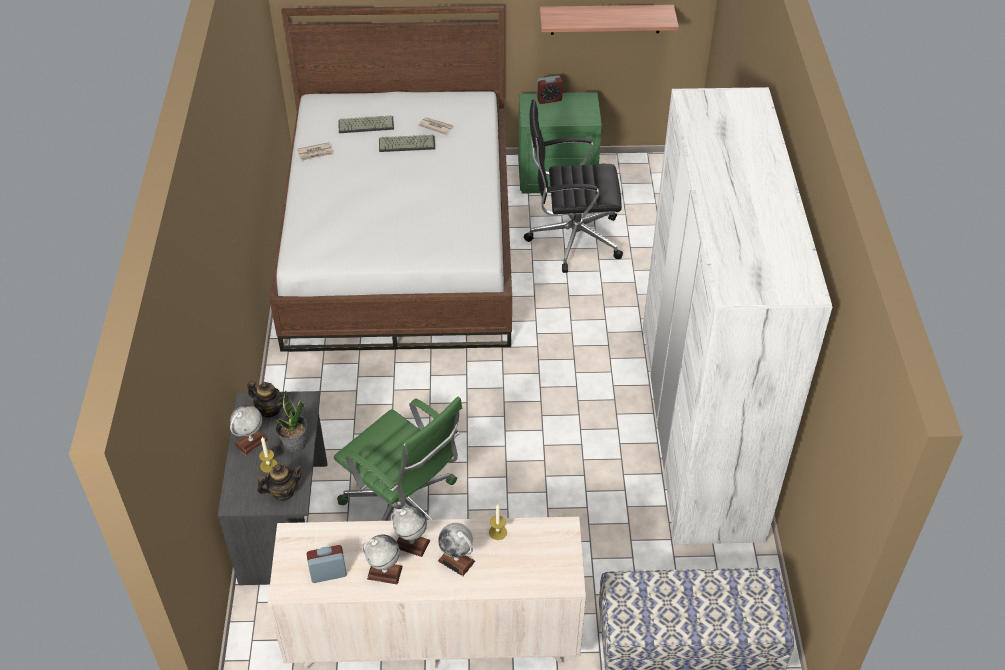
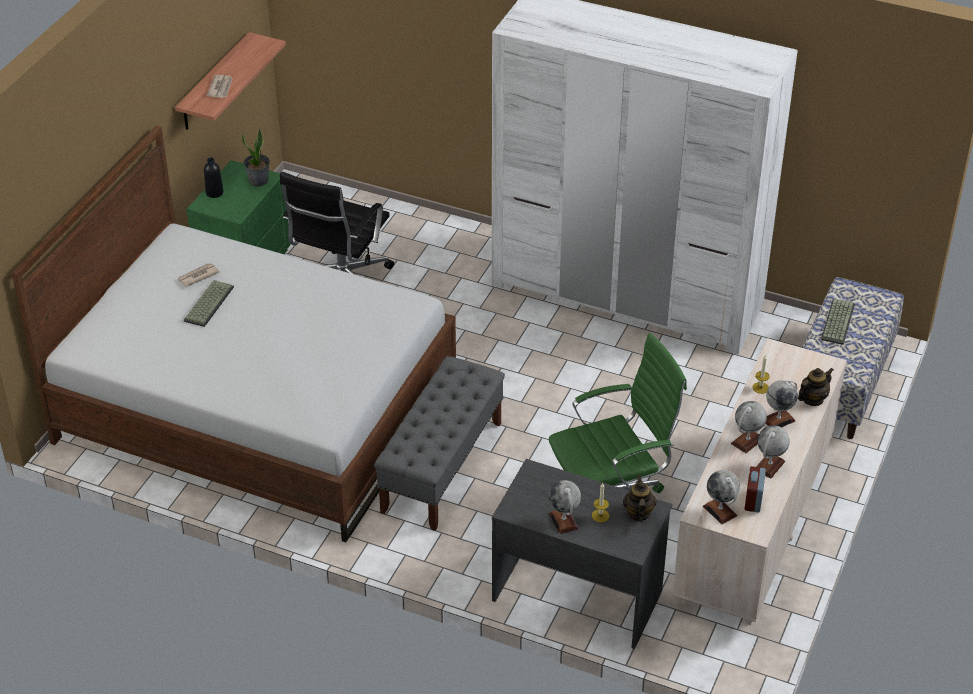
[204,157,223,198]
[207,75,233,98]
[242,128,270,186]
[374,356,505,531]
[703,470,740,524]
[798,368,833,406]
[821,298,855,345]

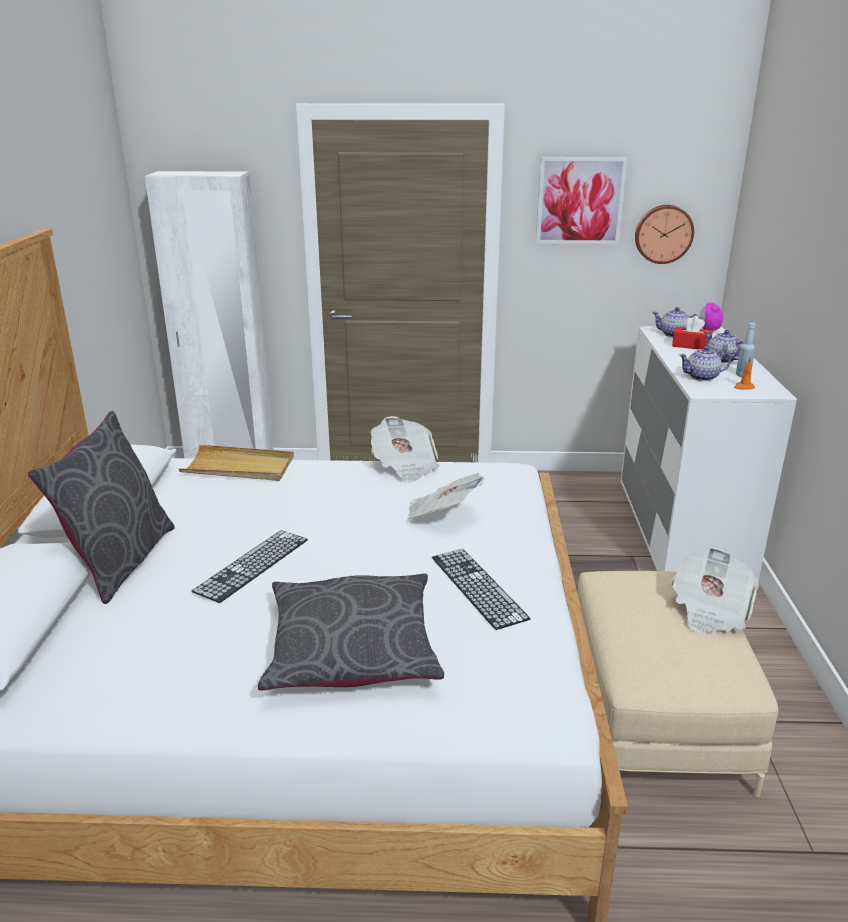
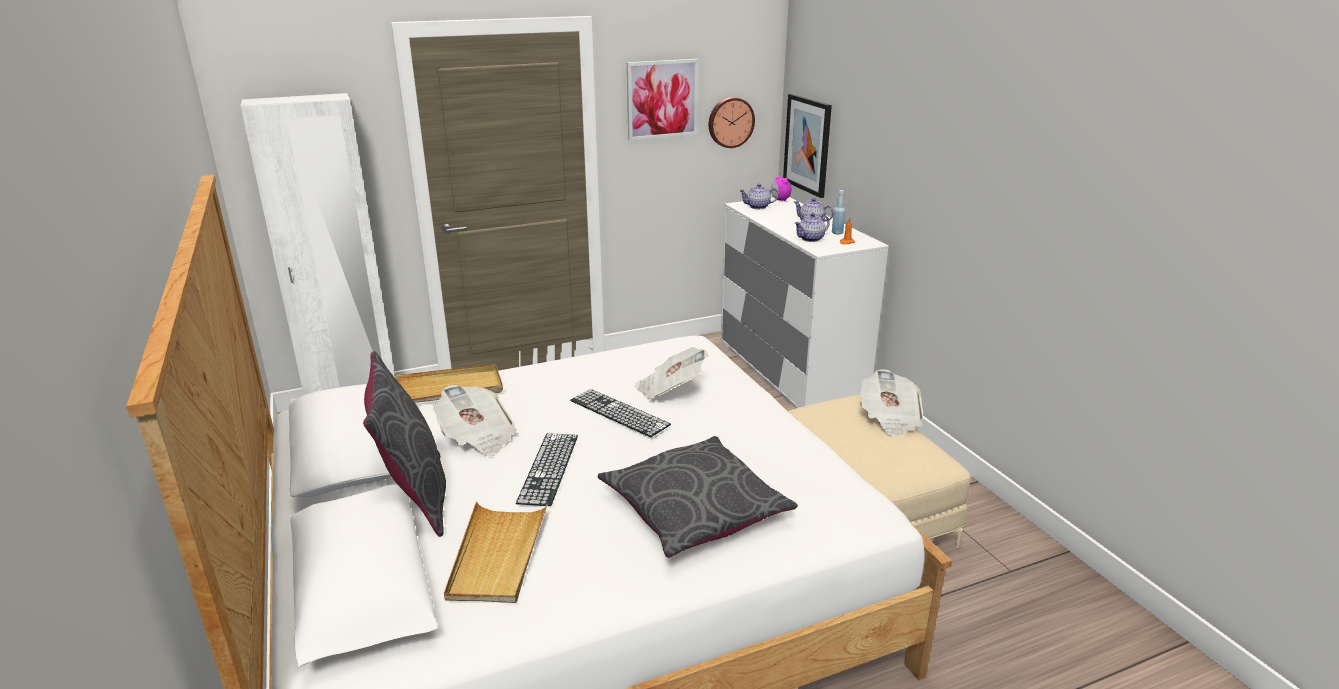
[433,385,517,456]
[444,502,548,603]
[570,389,671,437]
[783,94,832,198]
[672,316,712,349] (first image)

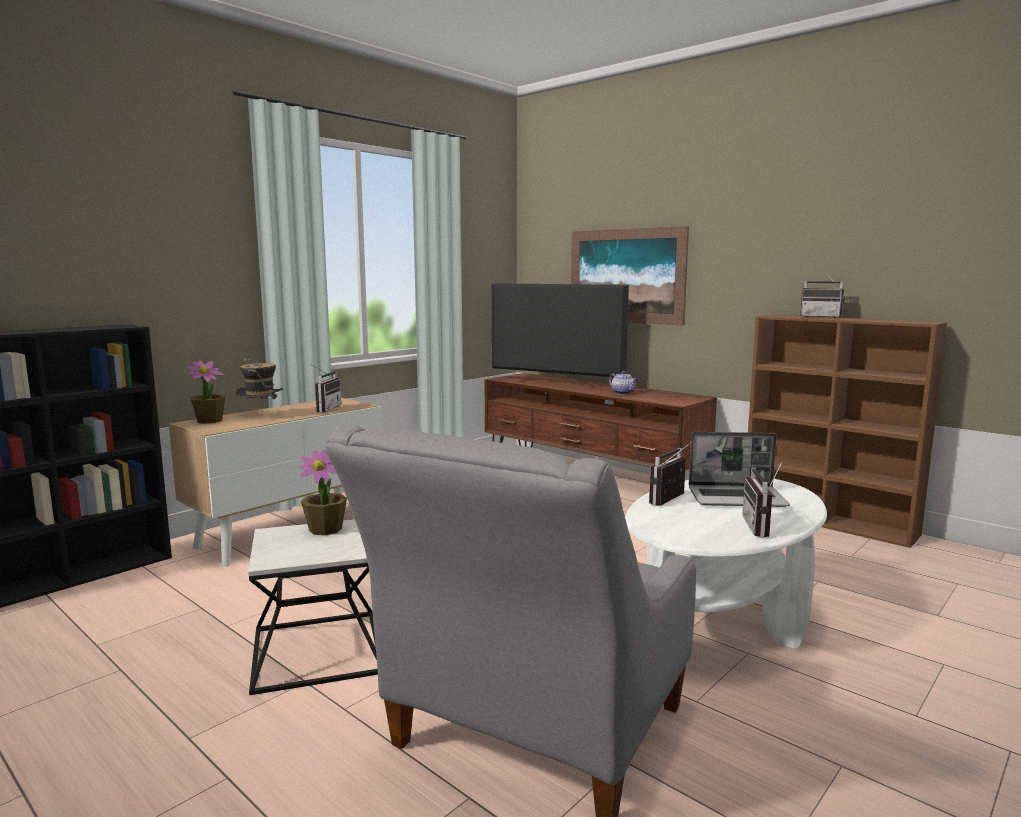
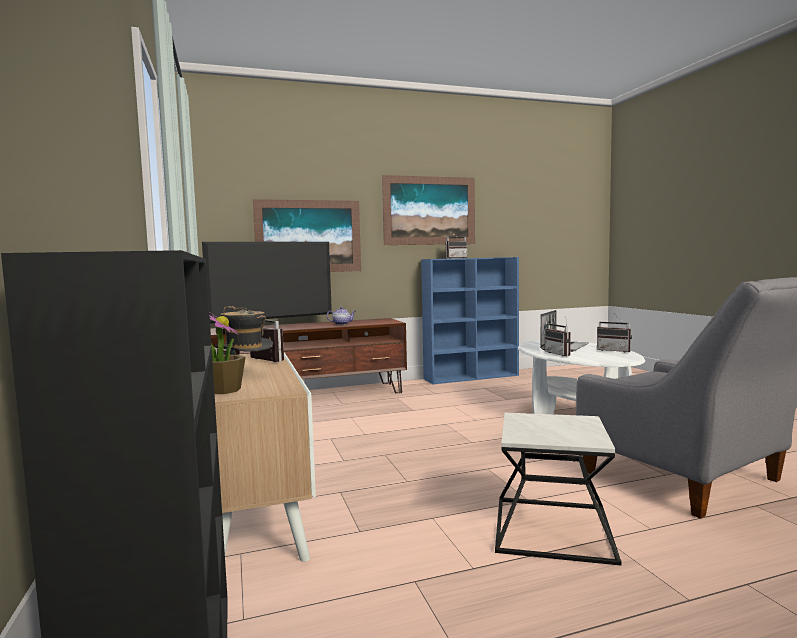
[382,175,475,245]
[421,257,519,384]
[300,450,347,535] (first image)

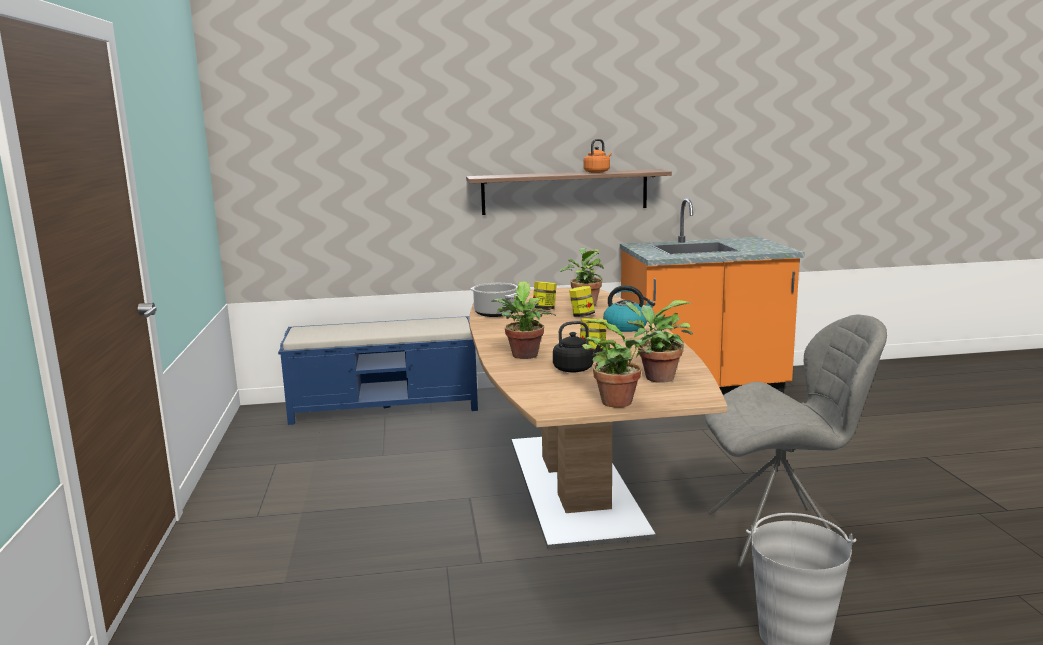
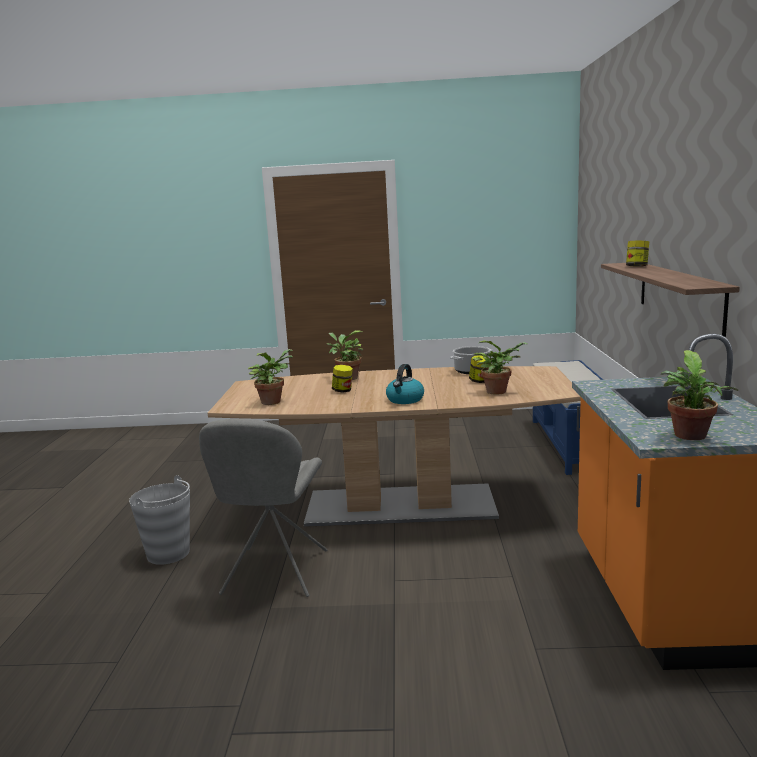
[626,241,649,267]
[661,350,738,440]
[553,321,601,373] (first image)
[583,139,612,173] (first image)

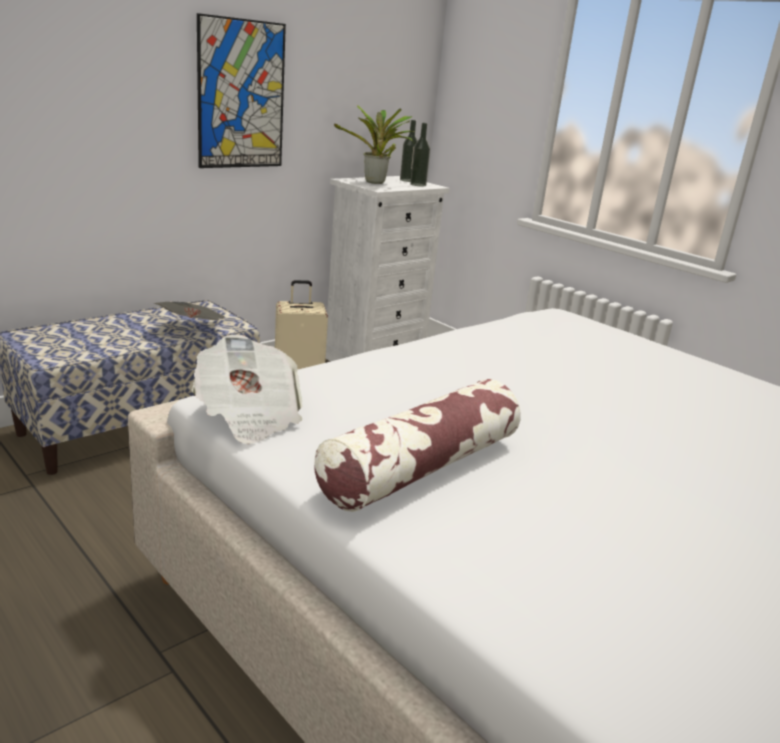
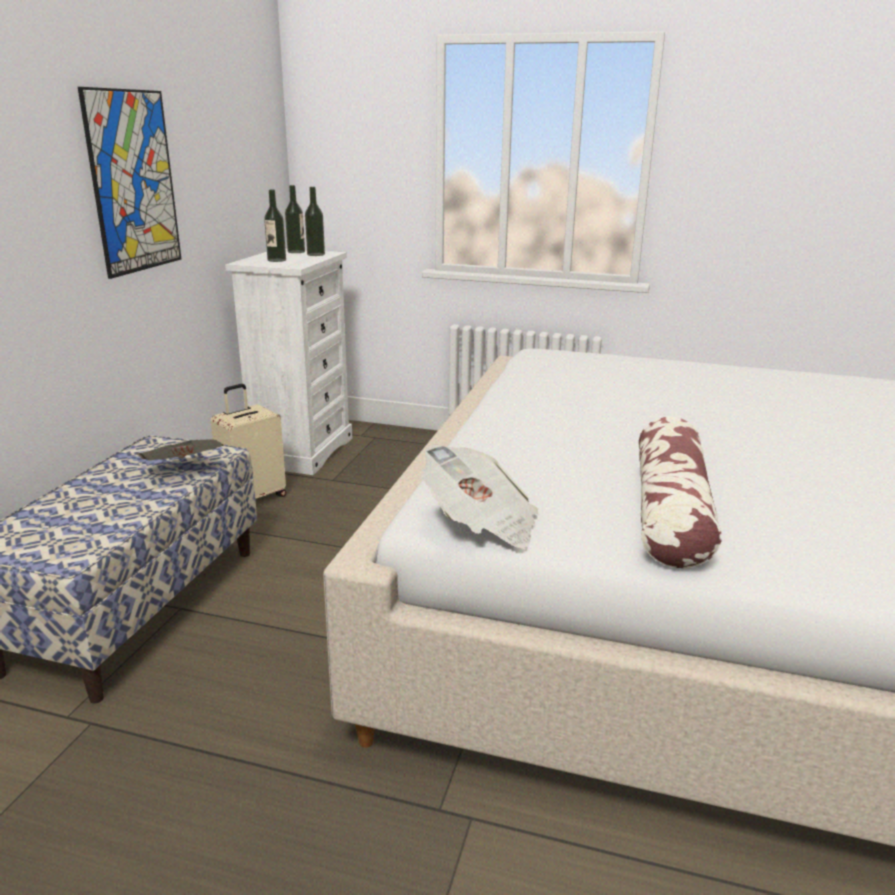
[264,189,286,262]

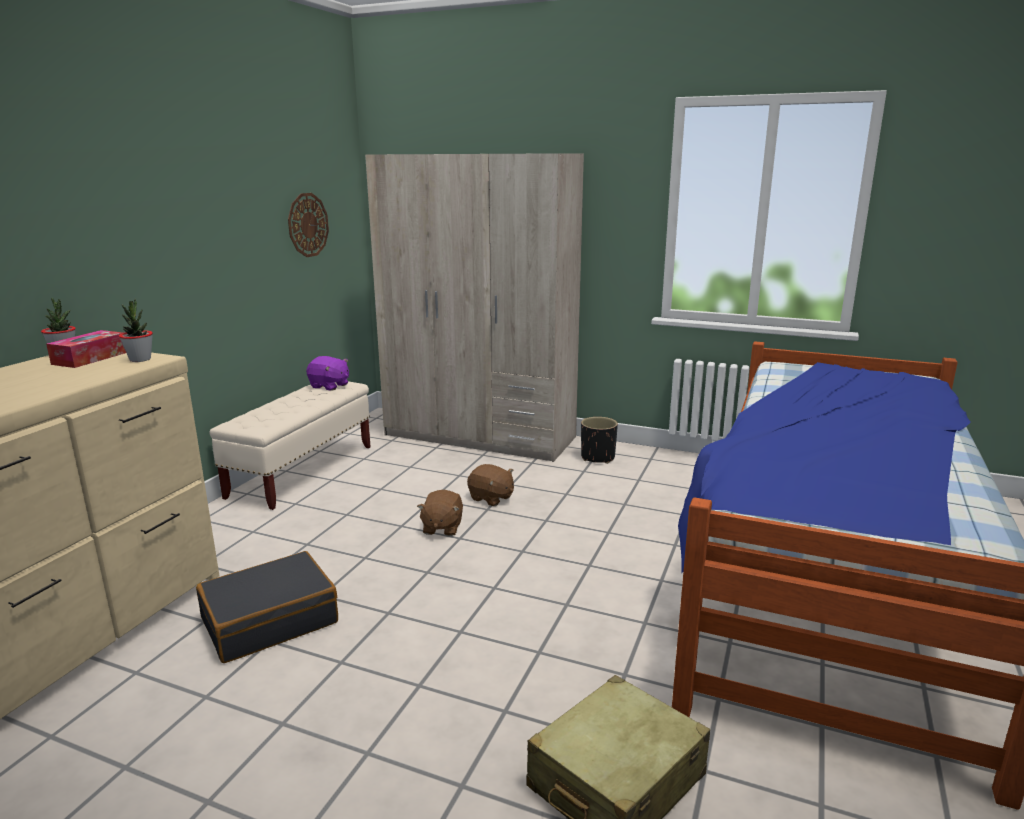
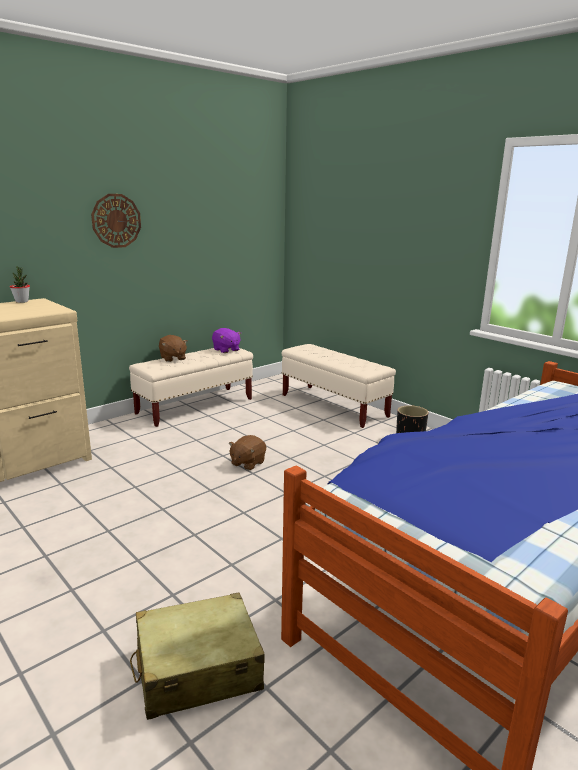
[91,194,141,248]
[159,335,188,362]
[282,344,396,428]
[46,330,126,368] (first image)
[119,299,153,362] (first image)
[196,551,338,663] (first image)

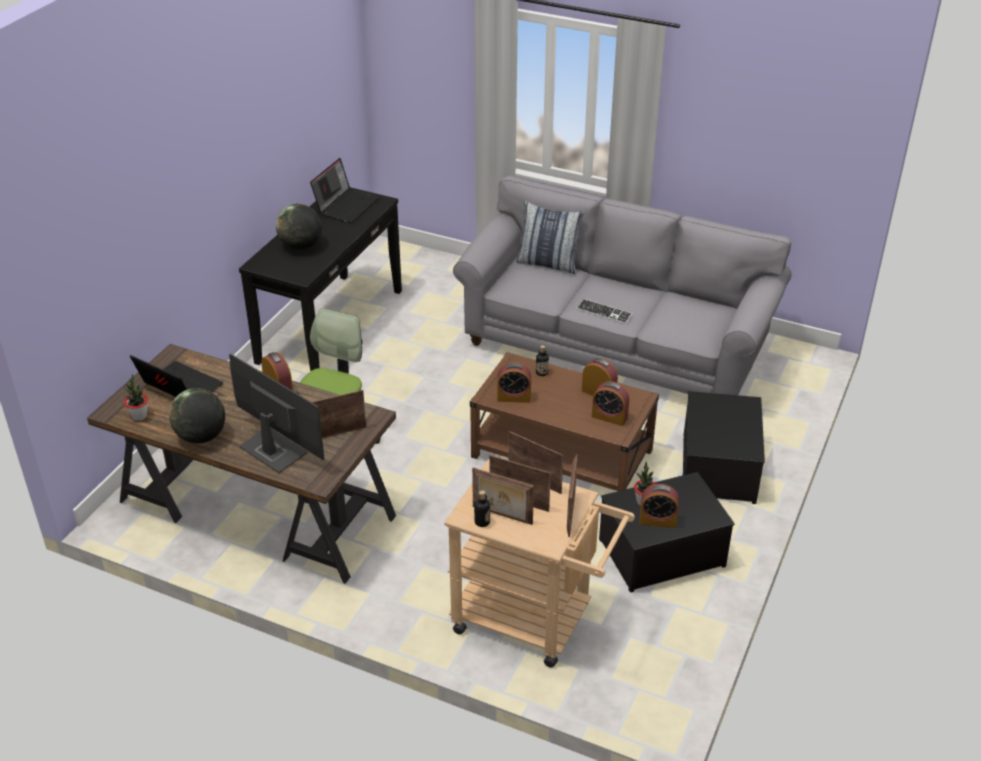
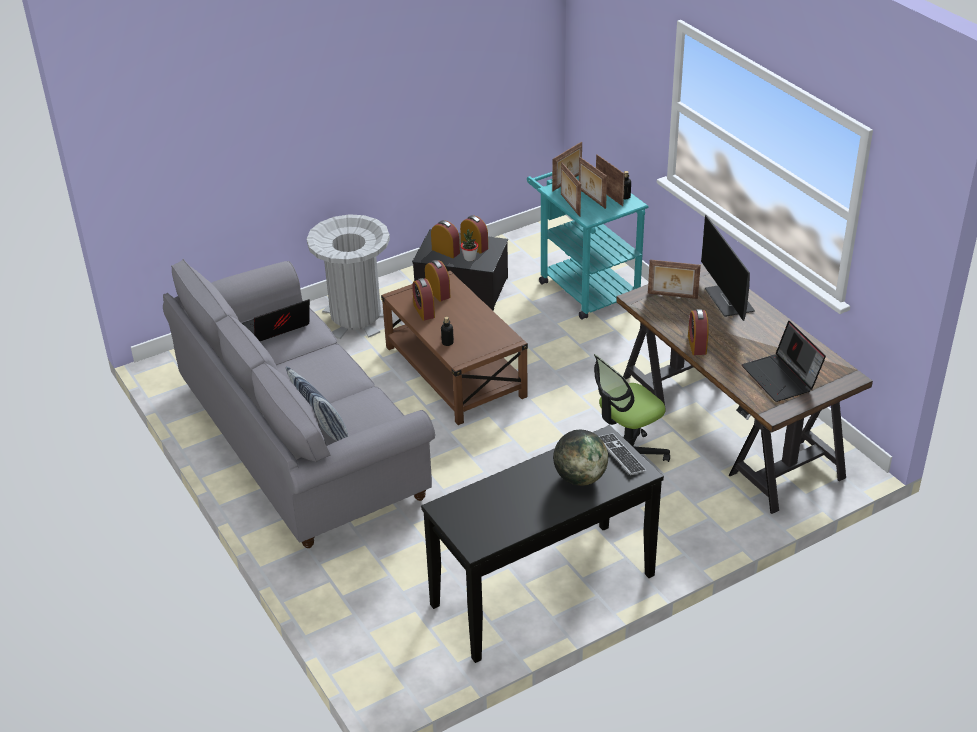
[242,299,310,341]
[307,214,390,339]
[431,221,460,258]
[527,172,648,320]
[599,433,646,475]
[124,374,148,421] (first image)
[169,388,225,443] (first image)

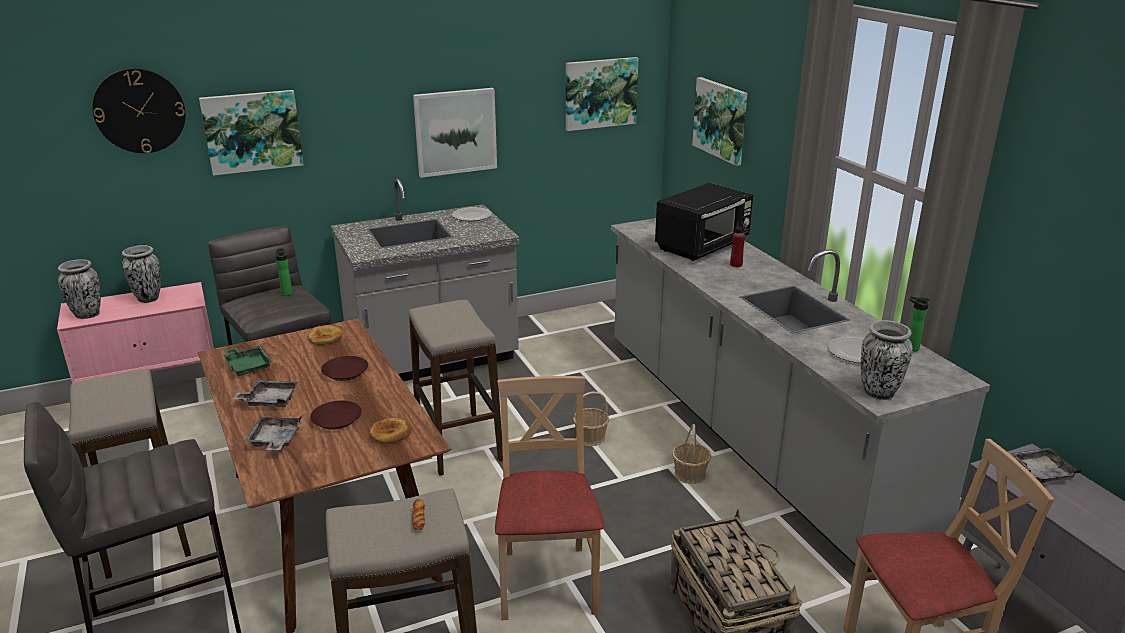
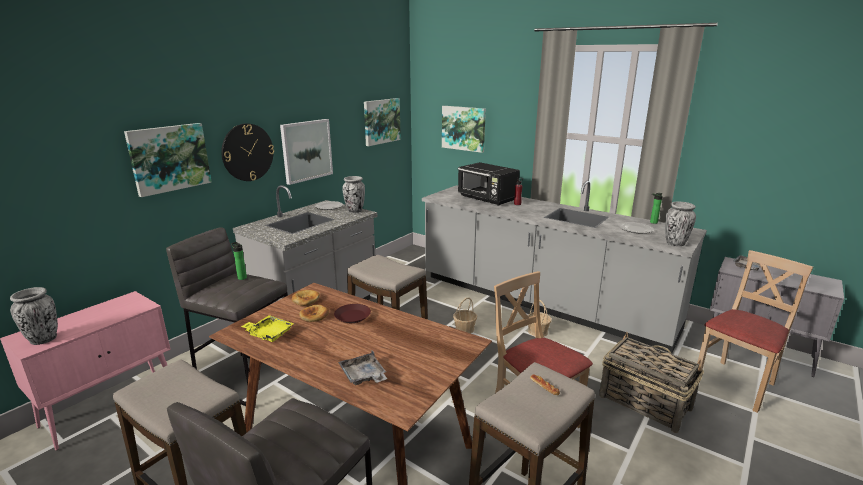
[221,123,274,181]
[241,315,294,342]
[299,305,329,322]
[342,176,365,213]
[458,162,520,206]
[233,380,298,407] (first image)
[310,401,362,430] (first image)

